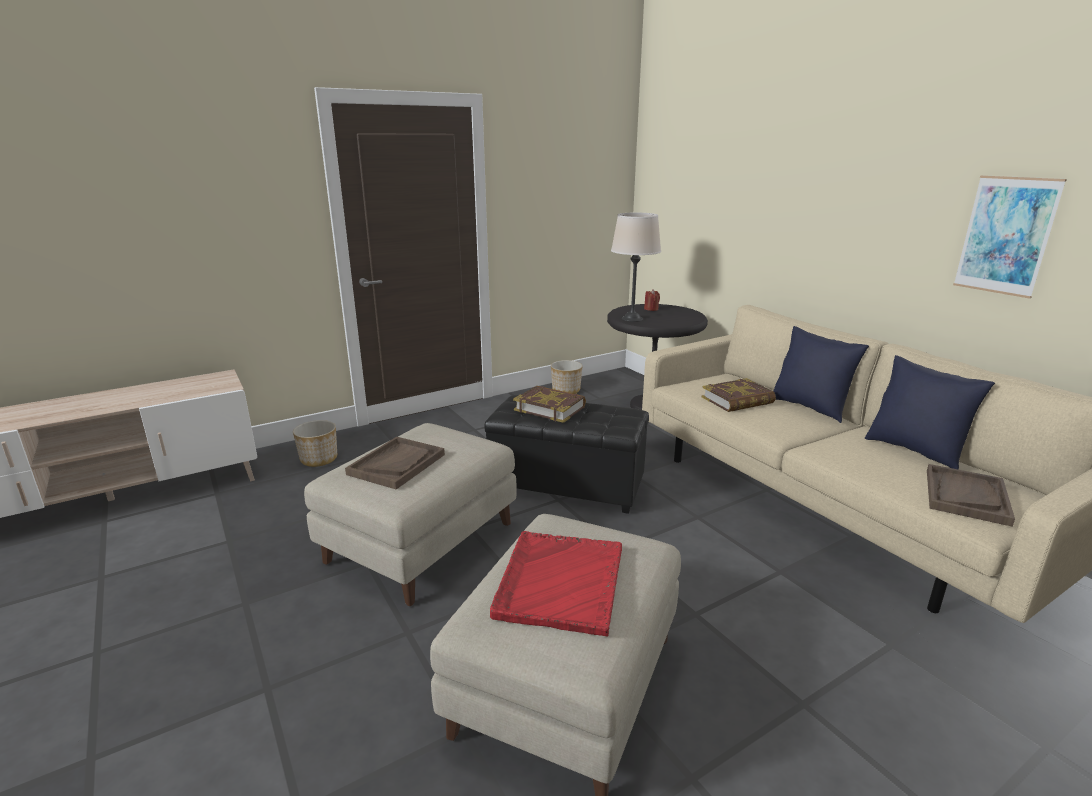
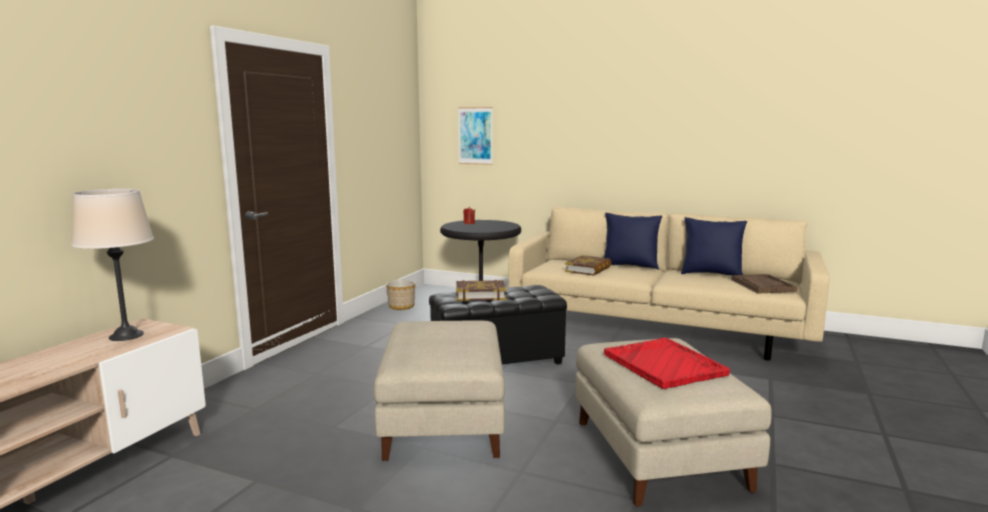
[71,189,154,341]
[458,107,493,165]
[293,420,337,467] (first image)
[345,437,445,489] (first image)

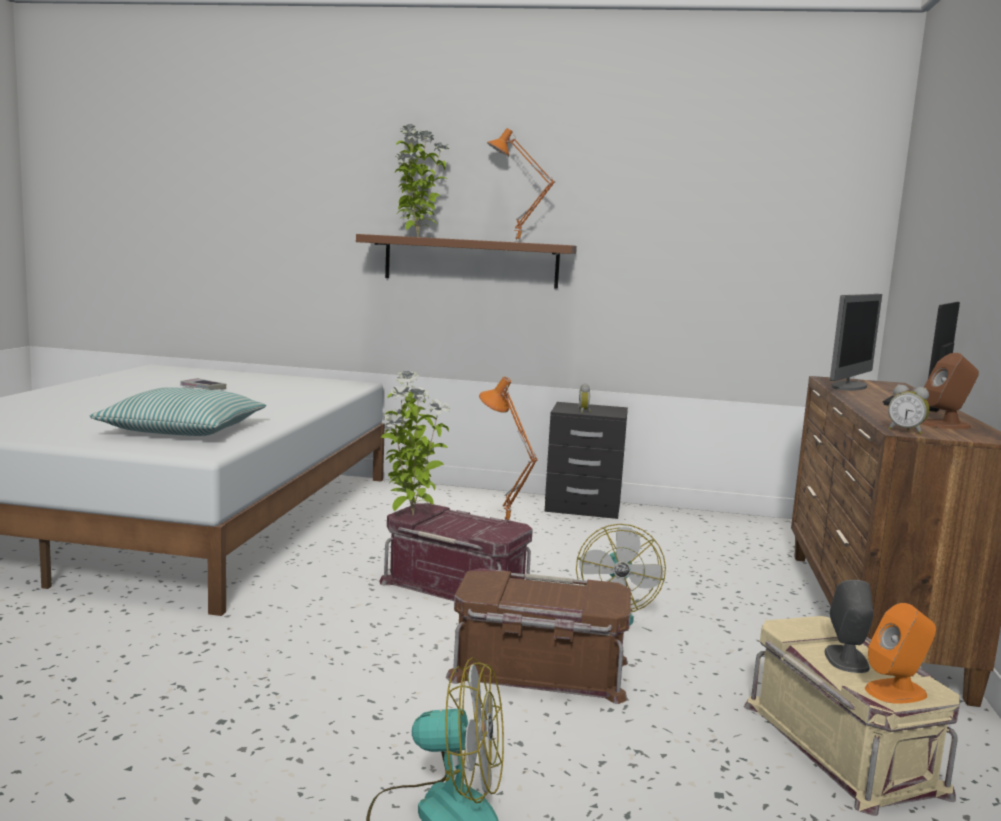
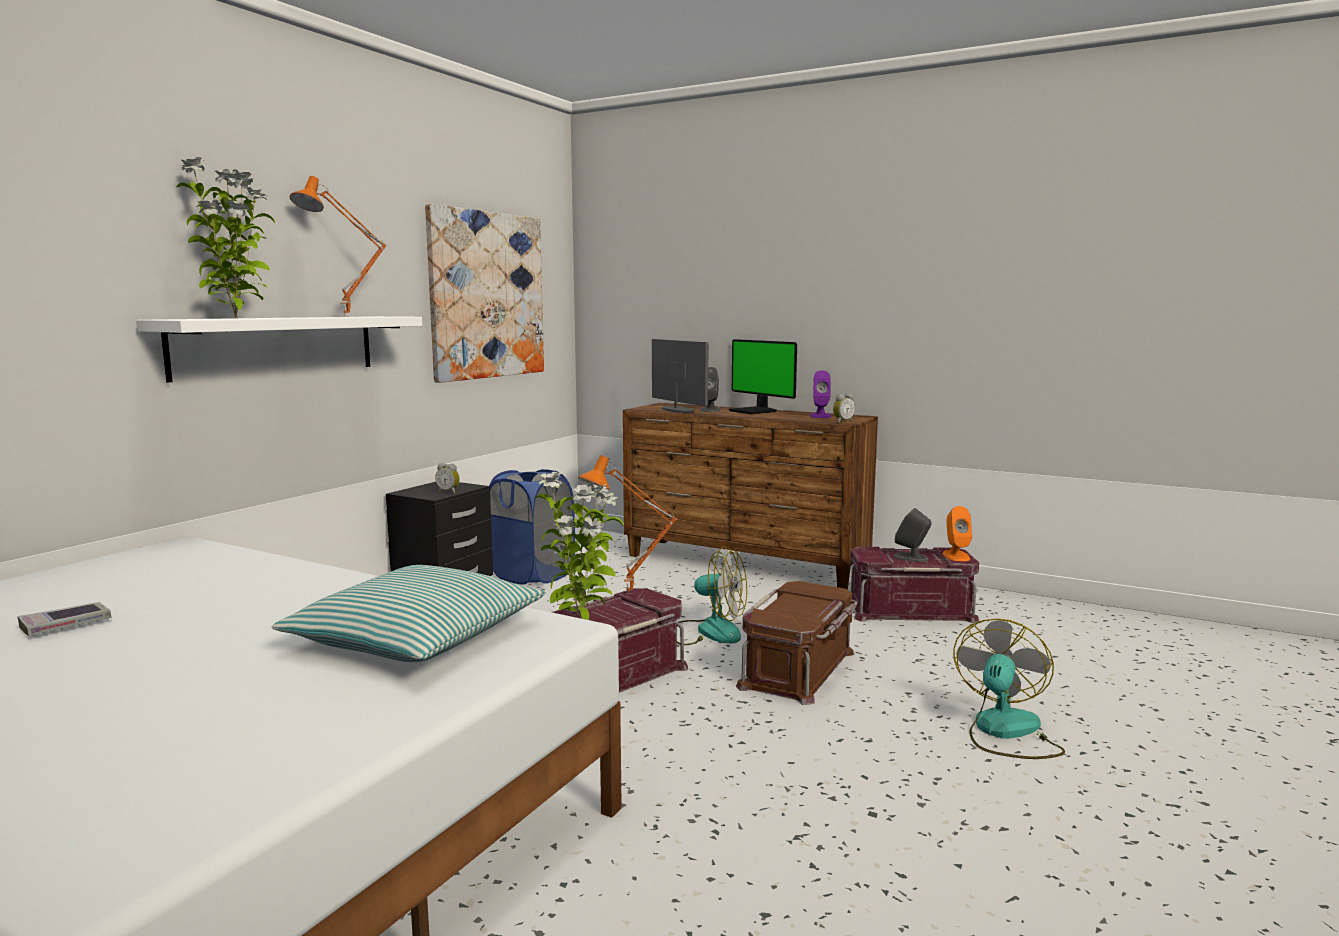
[136,316,422,383]
[425,204,544,383]
[489,469,575,585]
[700,367,721,412]
[810,370,831,418]
[850,547,979,623]

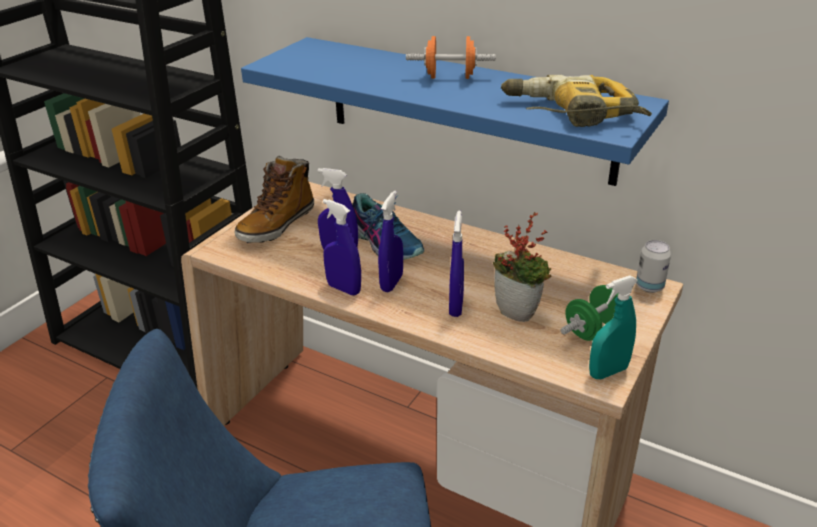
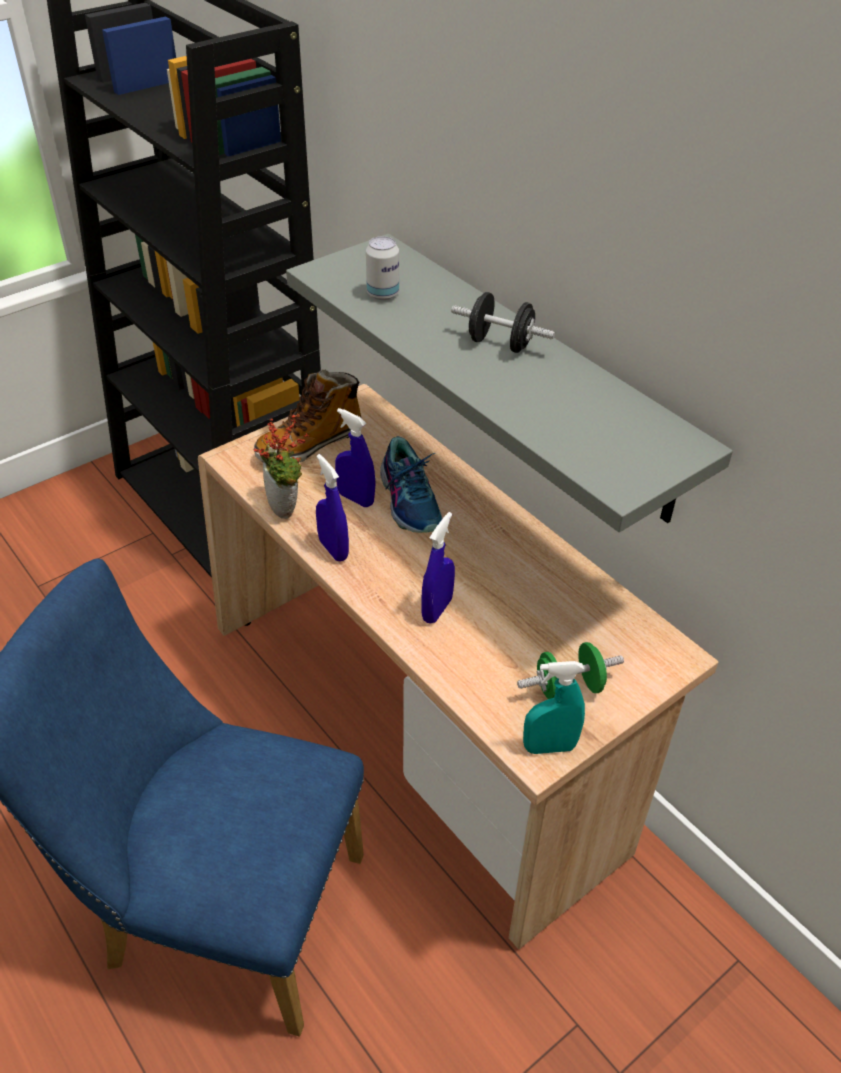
[254,413,309,519]
[286,234,733,532]
[366,236,399,300]
[451,292,555,353]
[378,191,403,292] (first image)
[501,75,652,127] (first image)

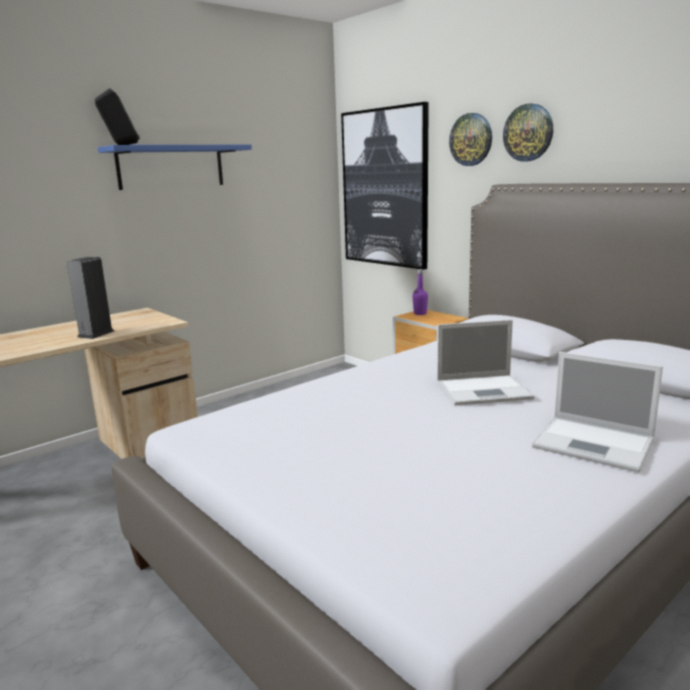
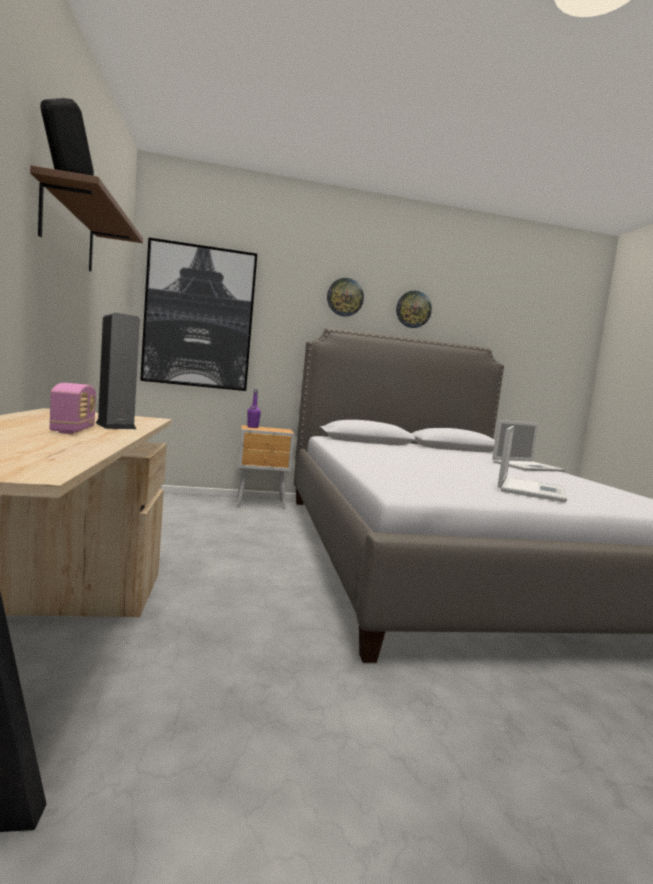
[30,165,143,271]
[49,383,96,434]
[396,291,432,328]
[498,426,567,502]

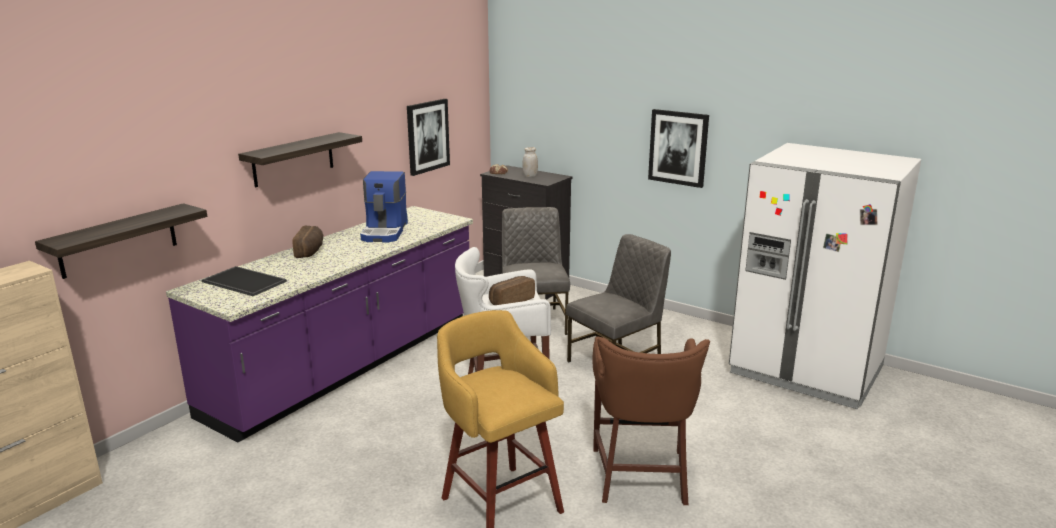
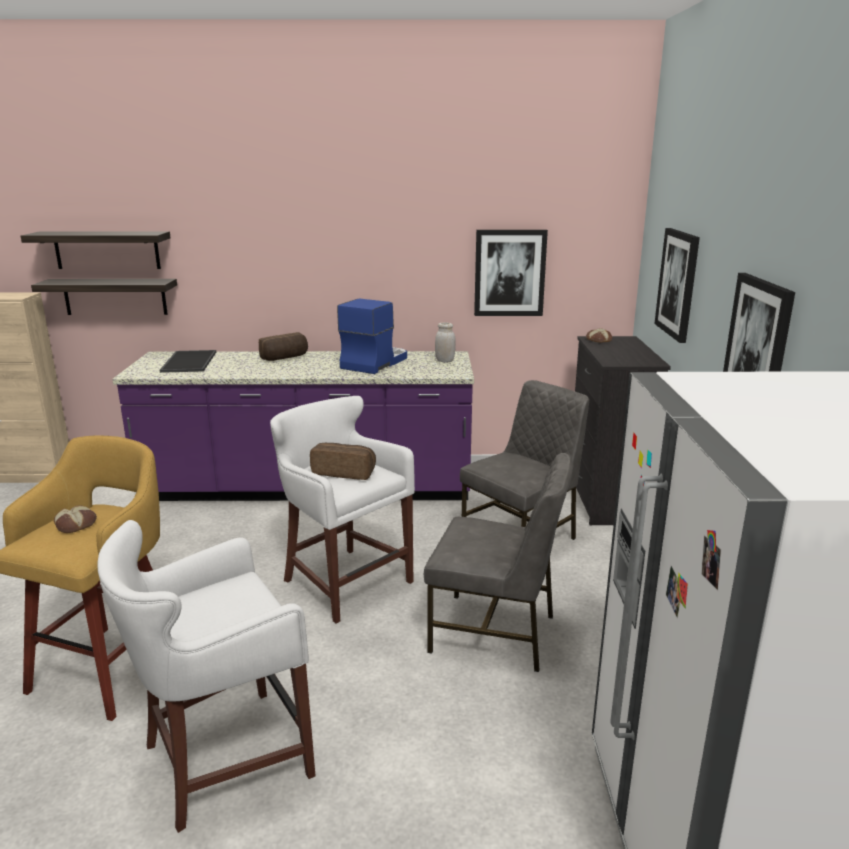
[21,231,171,269]
[54,506,97,533]
[98,520,315,833]
[337,299,407,374]
[435,322,456,362]
[654,228,700,343]

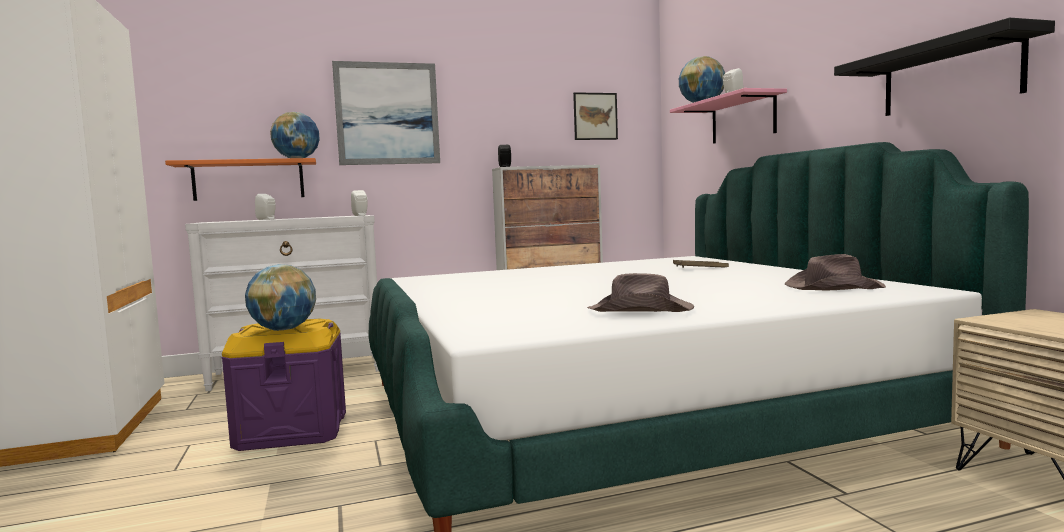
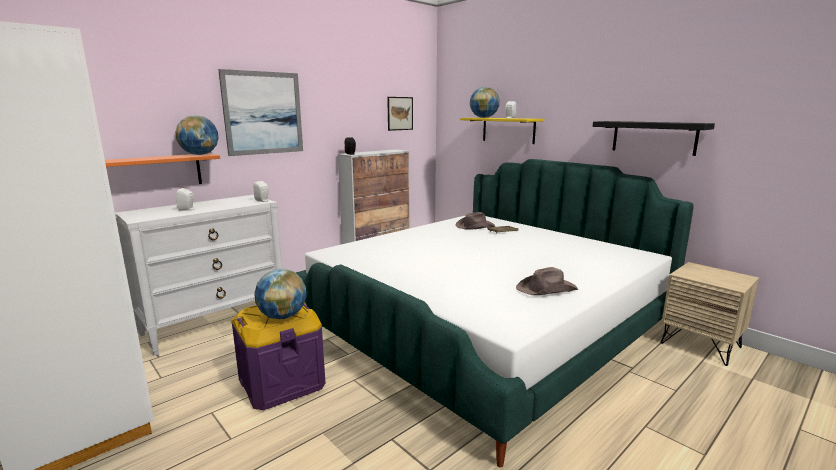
[456,212,495,230]
[460,118,544,144]

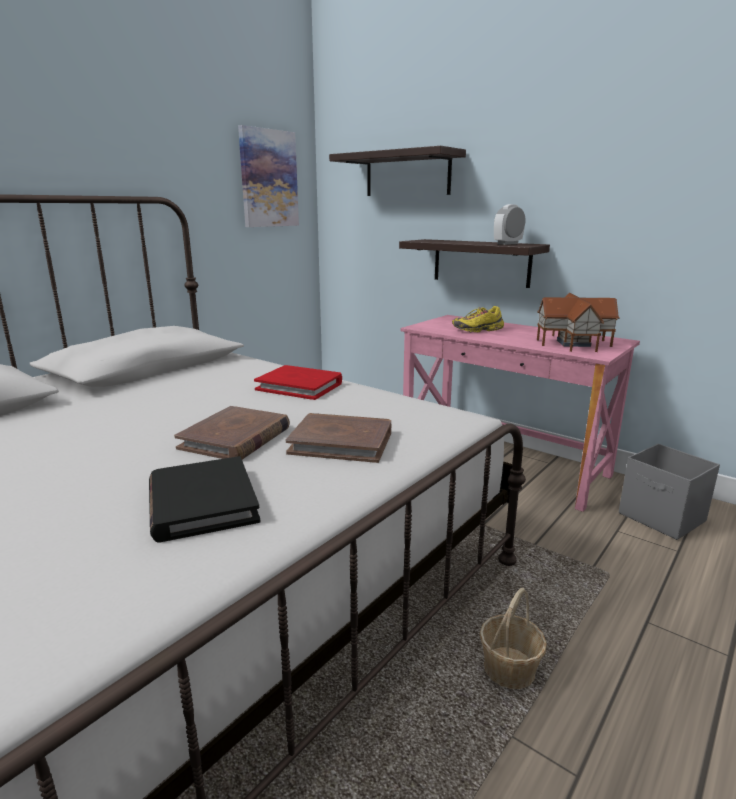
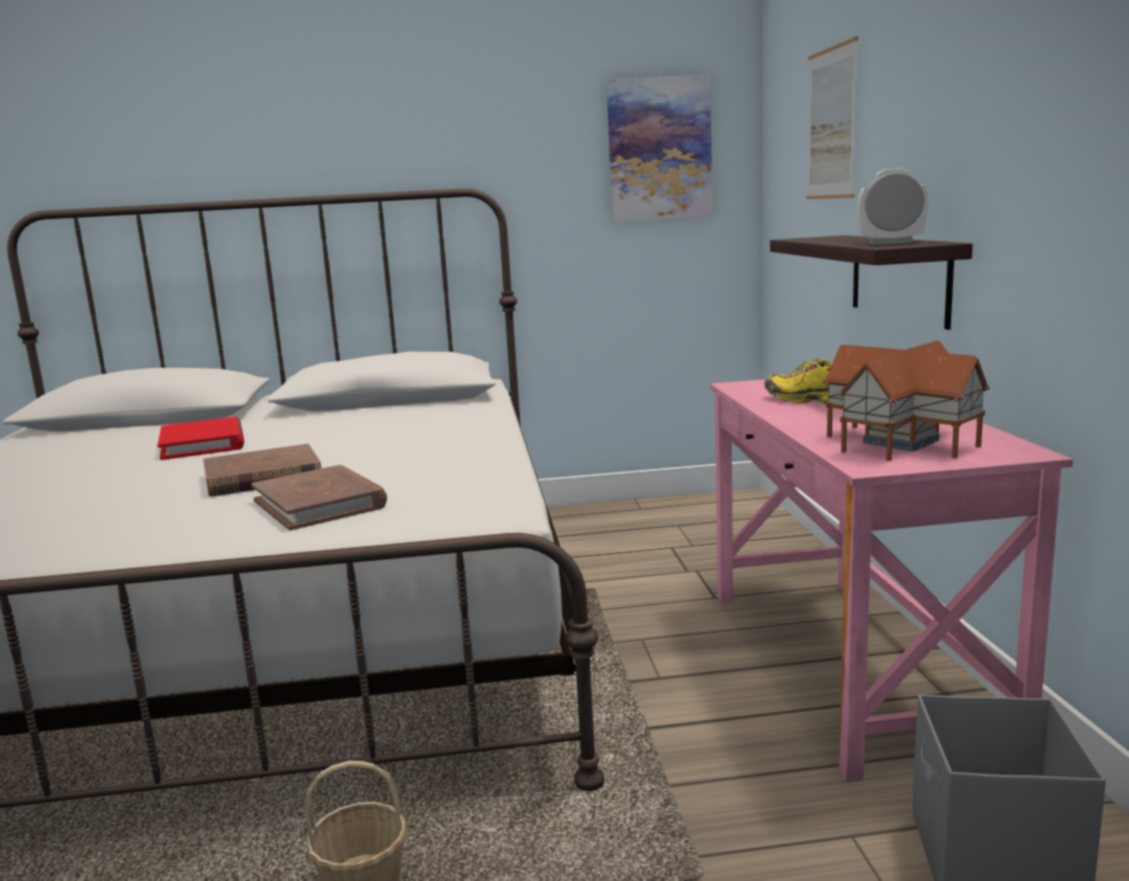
[158,417,244,460]
[807,37,858,199]
[149,456,260,543] (first image)

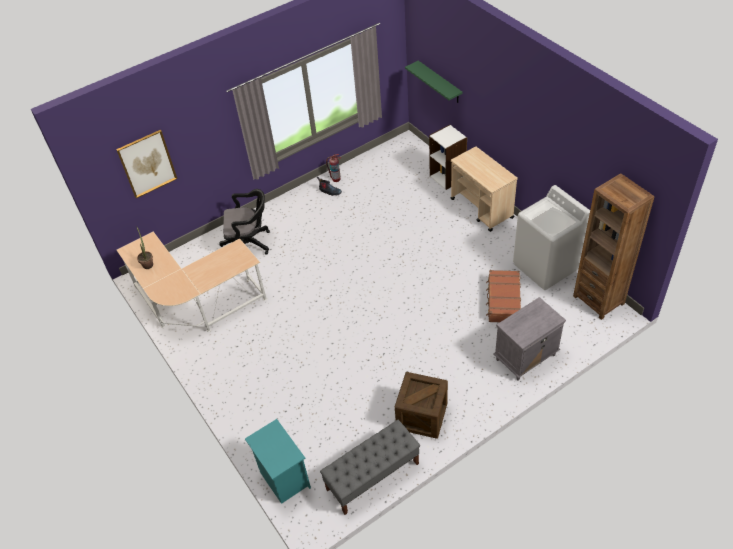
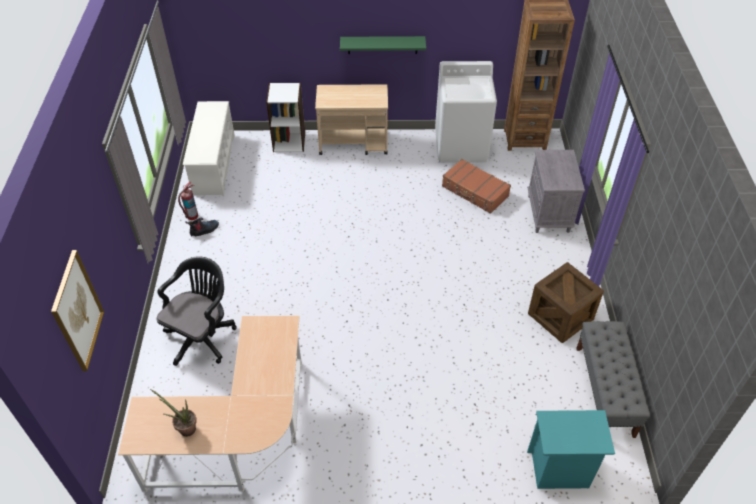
[183,101,235,196]
[340,36,426,54]

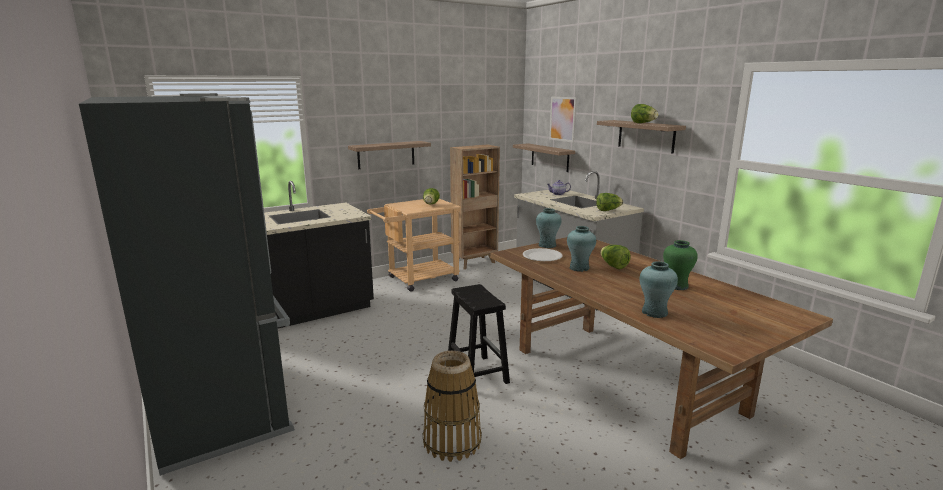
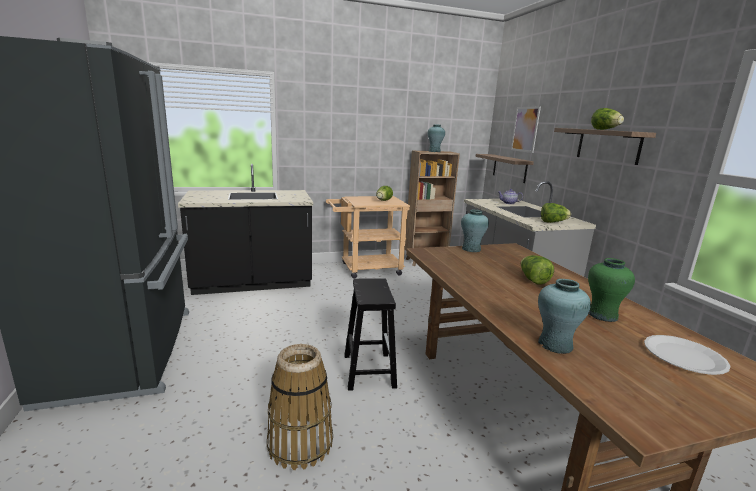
[428,124,445,152]
[644,335,730,375]
[348,141,431,169] (first image)

